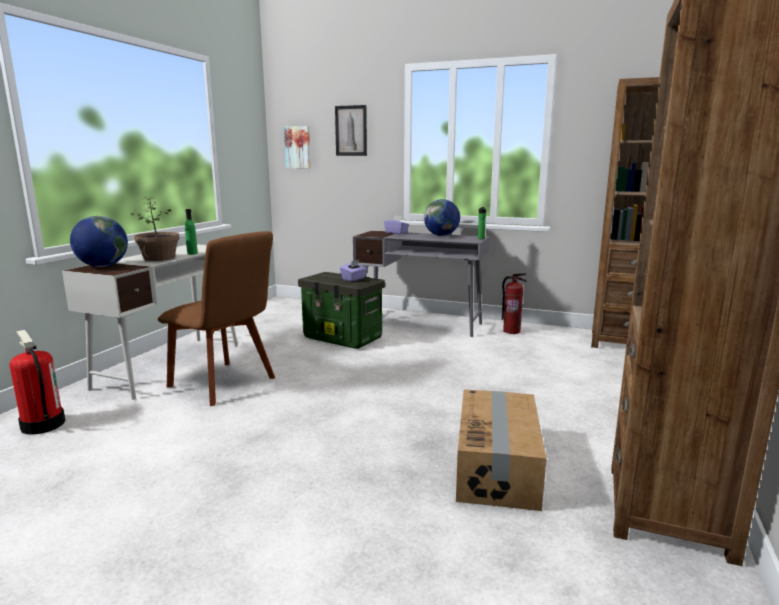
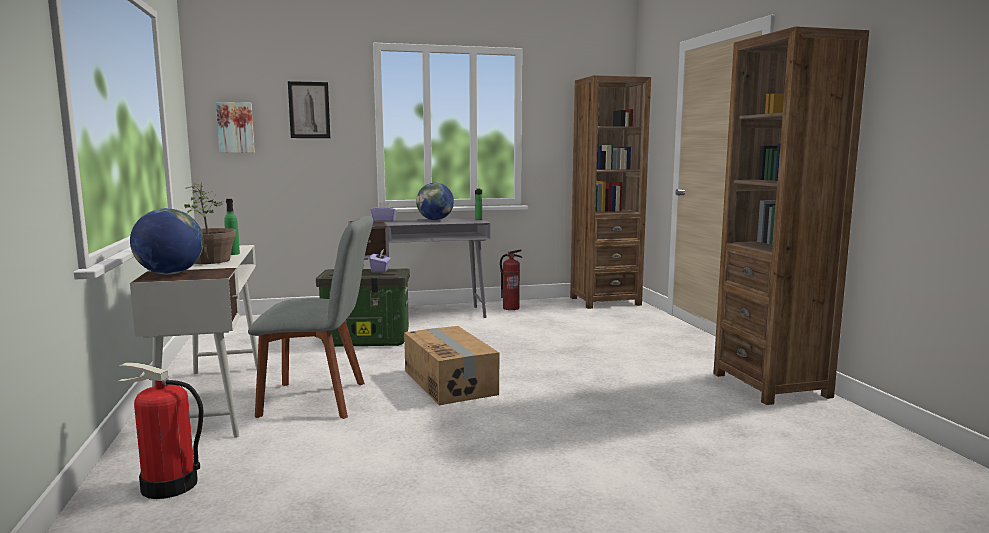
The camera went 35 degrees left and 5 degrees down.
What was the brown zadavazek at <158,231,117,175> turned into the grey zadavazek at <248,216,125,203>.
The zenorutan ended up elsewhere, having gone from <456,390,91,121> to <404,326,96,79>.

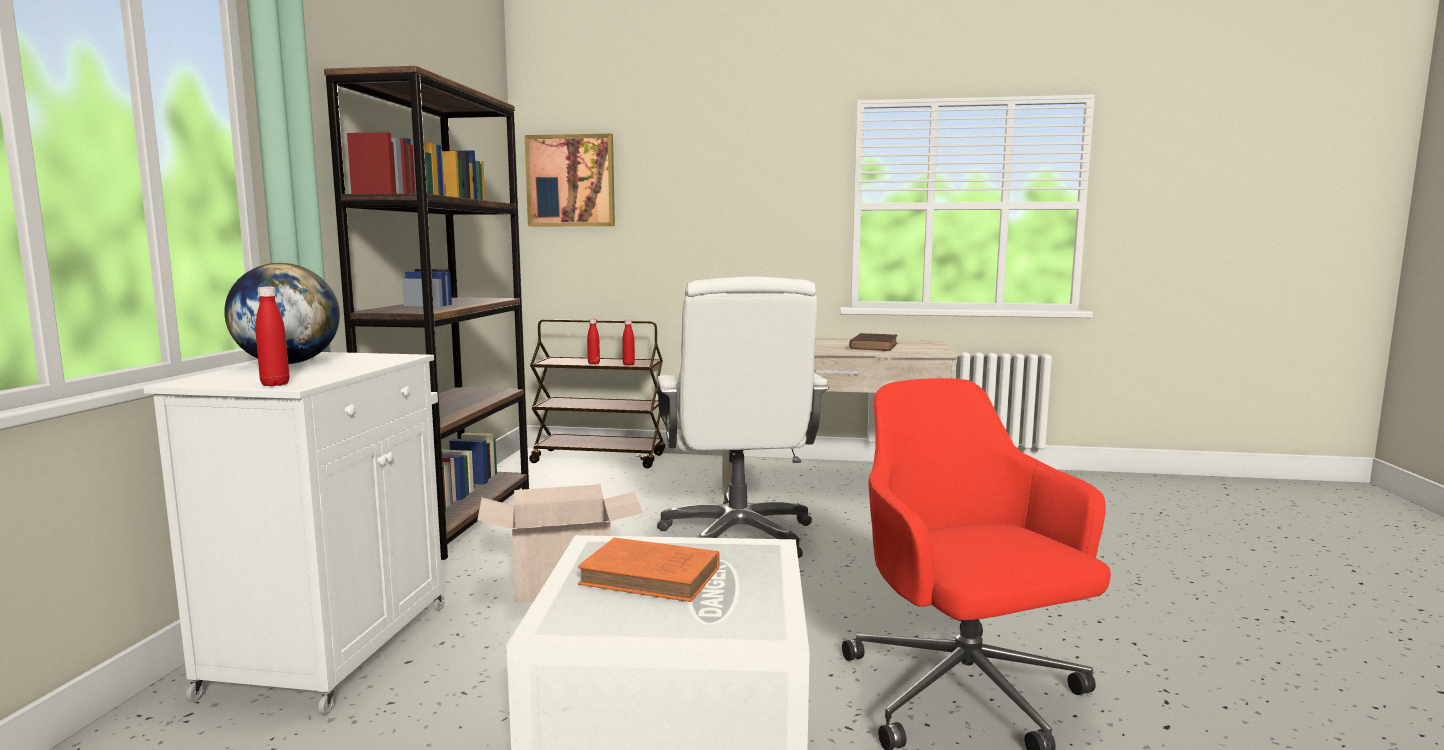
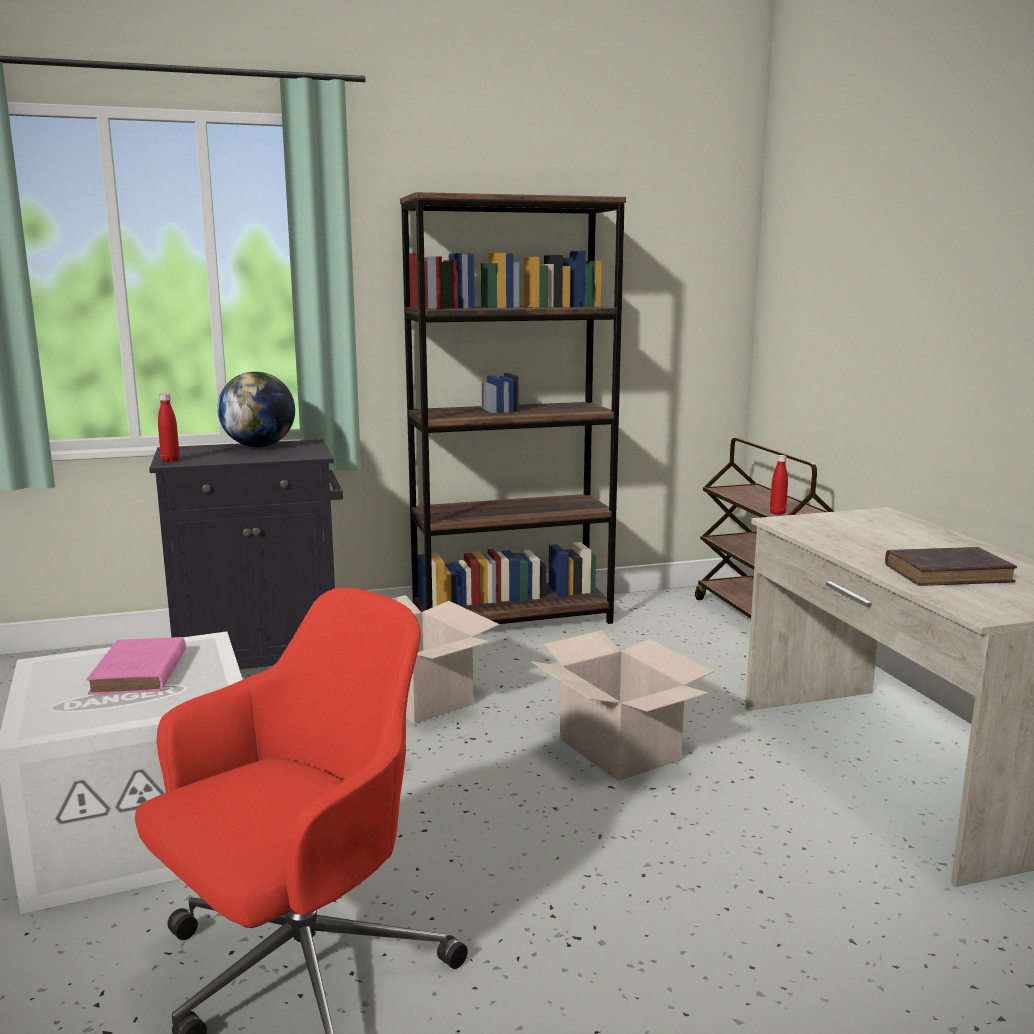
The camera went 65 degrees right and 5 degrees up.
The second view lost the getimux at <525,134,90,92>.
Where the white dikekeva stood at <657,276,172,282>, the zenorutan came to stand at <531,630,183,151>.
The second view lost the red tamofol at <587,319,13,46>.
What was the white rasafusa at <143,352,301,363> turned into the black rasafusa at <149,439,194,231>.
What was the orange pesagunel at <578,537,142,65> turned into the pink pesagunel at <86,637,100,58>.

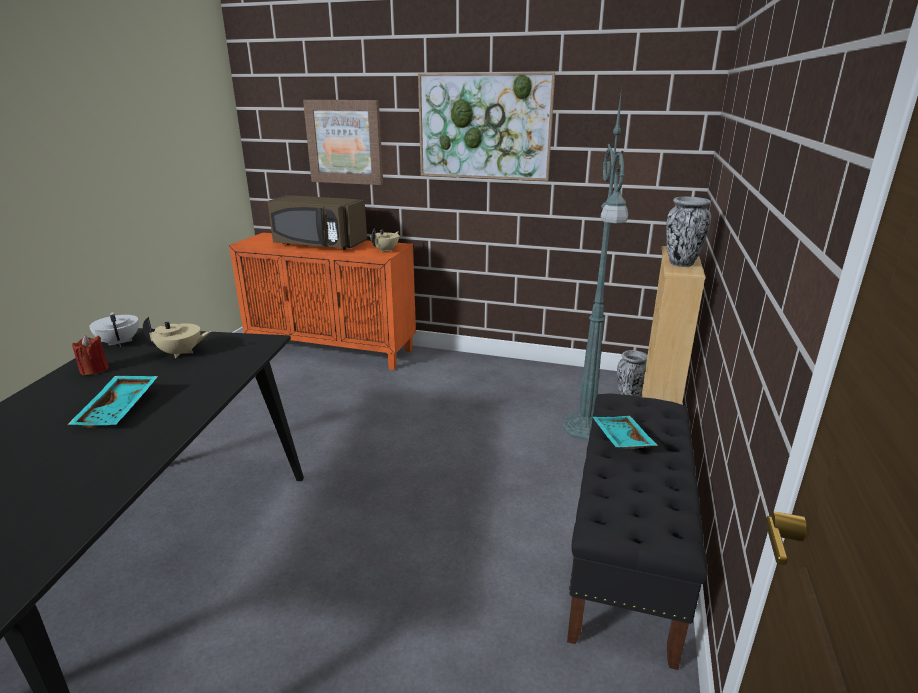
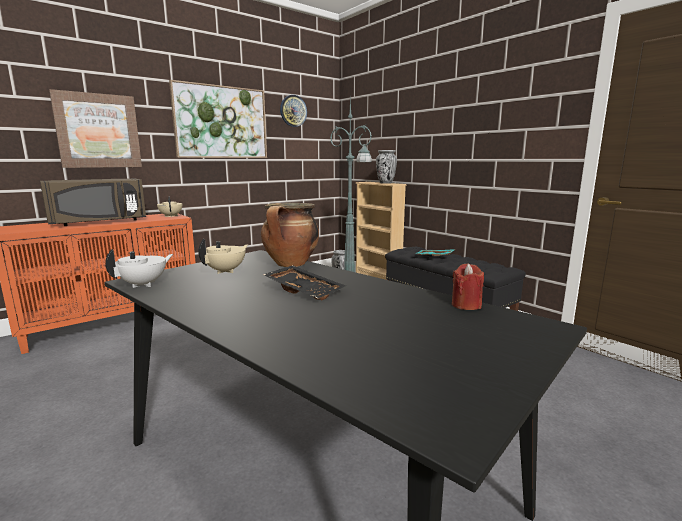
The camera went 55 degrees left and 10 degrees down.
The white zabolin at <89,312,50,35> ended up facing another way, 120 degrees clockwise from before.
The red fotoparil ended up elsewhere, having gone from <72,335,37,40> to <452,263,32,47>.
What was the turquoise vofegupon at <68,376,90,52> turned into the black vofegupon at <263,265,83,35>.
The second view gained the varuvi at <280,95,27,32>.
The second view gained the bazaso at <261,203,58,64>.

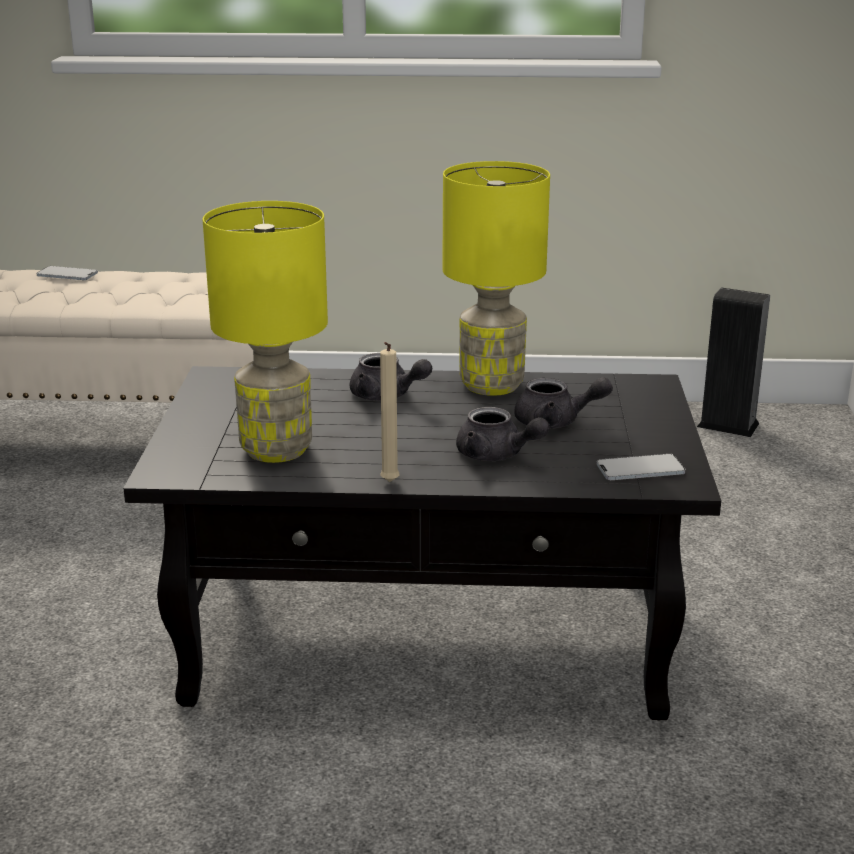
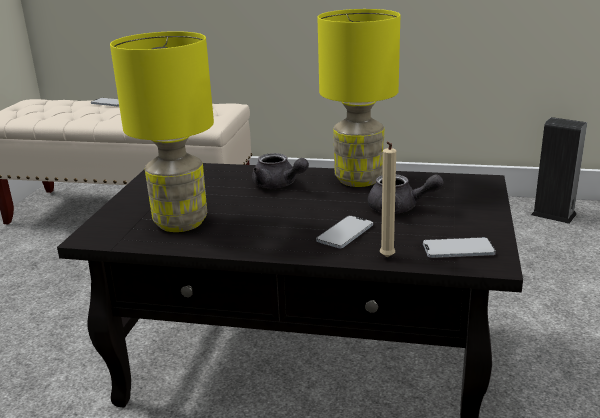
The camera went 10 degrees right and 0 degrees up.
The beige fotoparil ended up elsewhere, having gone from <380,342,19,140> to <380,142,16,115>.
Where the grey zabolin stood at <456,407,94,54>, the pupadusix came to stand at <316,216,57,32>.

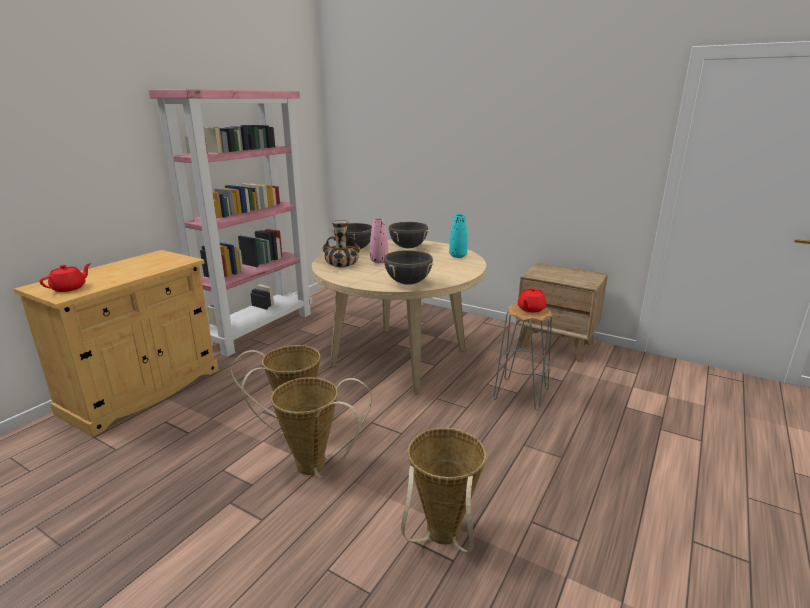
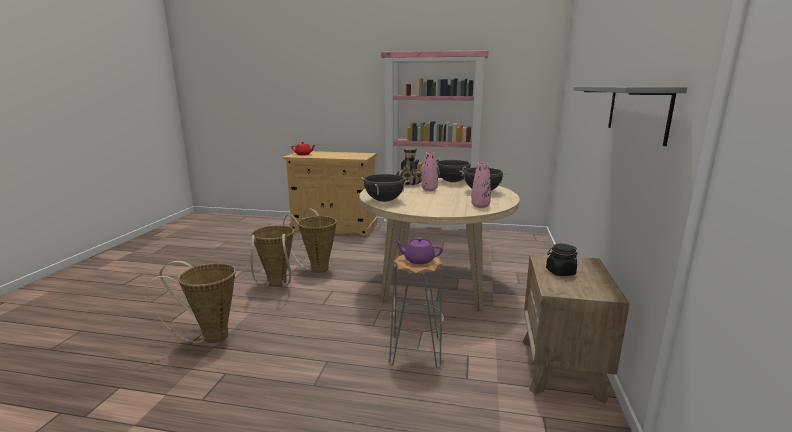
The camera went 70 degrees right and 5 degrees down.
What was the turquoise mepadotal at <449,214,19,44> turned into the pink mepadotal at <471,163,20,45>.
What was the red zabolin at <518,288,28,24> turned into the purple zabolin at <394,237,49,27>.
The second view gained the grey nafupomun at <574,87,113,59>.
The second view gained the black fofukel at <546,244,31,32>.

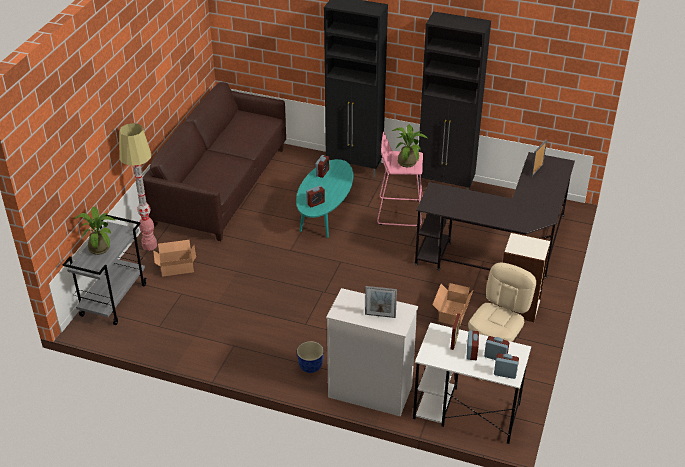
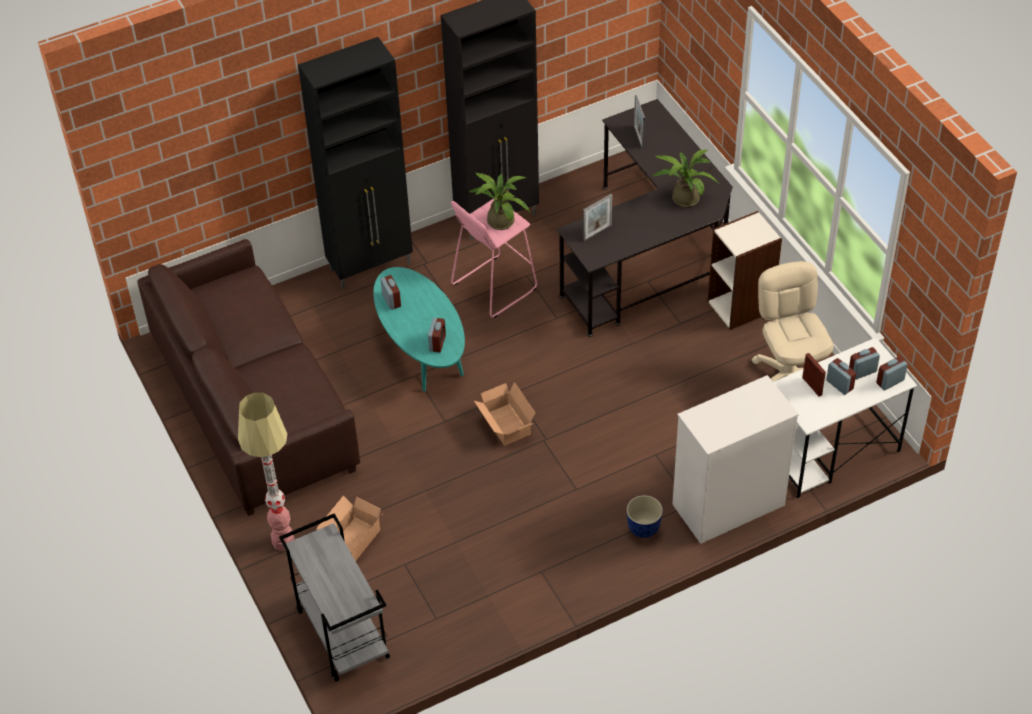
The camera went 45 degrees left and 10 degrees up.
The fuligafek ended up elsewhere, having gone from <75,206,41,49> to <652,150,66,57>.
The zenorutan ended up elsewhere, having gone from <432,283,42,44> to <474,382,61,64>.
The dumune ended up elsewhere, having gone from <365,286,32,32> to <583,194,29,47>.

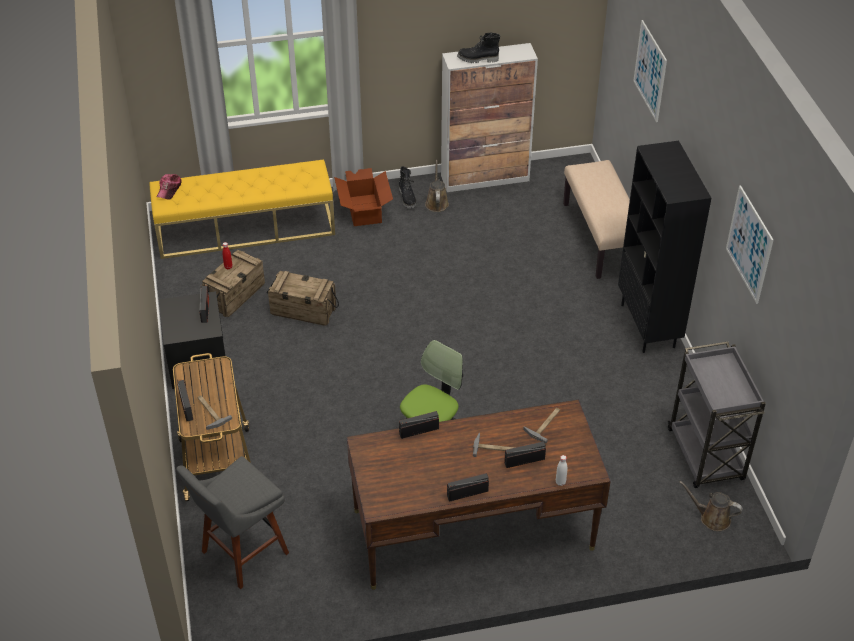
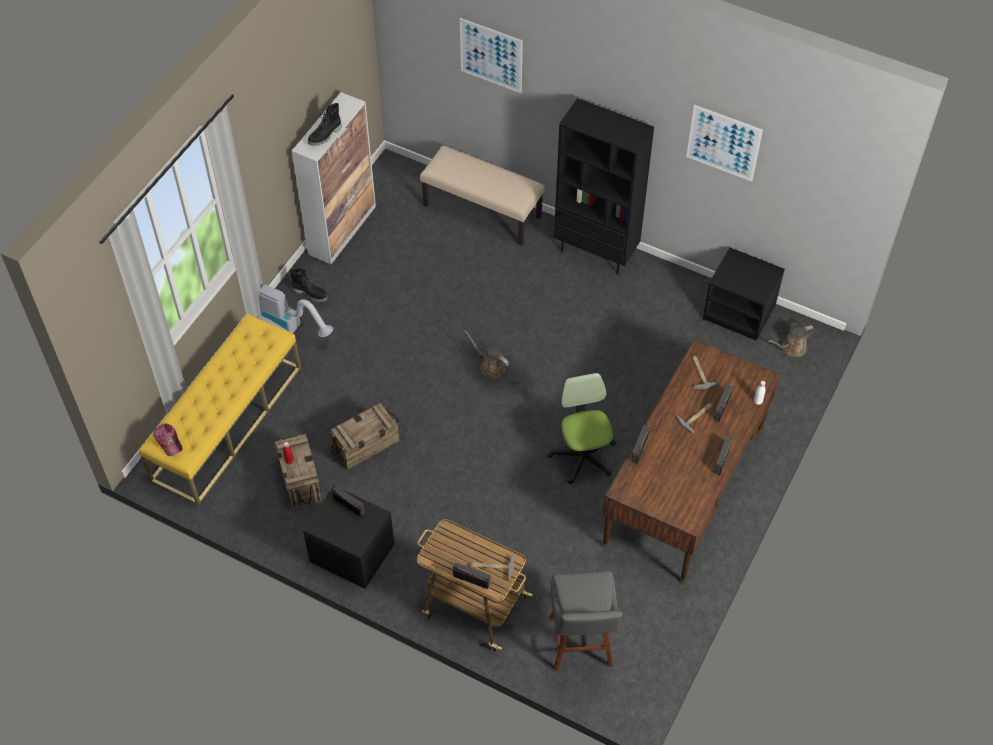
The camera went 50 degrees left and 10 degrees up.
The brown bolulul ended up elsewhere, having gone from <425,160,24,52> to <464,330,45,48>.
Where the zenorutan stood at <334,168,59,58>, the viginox came to stand at <259,284,74,53>.
Where the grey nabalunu stood at <668,342,98,146>, the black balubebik came to stand at <703,247,82,94>.

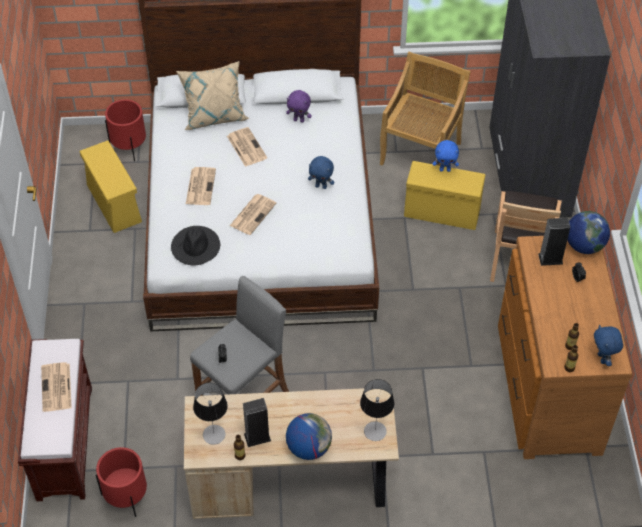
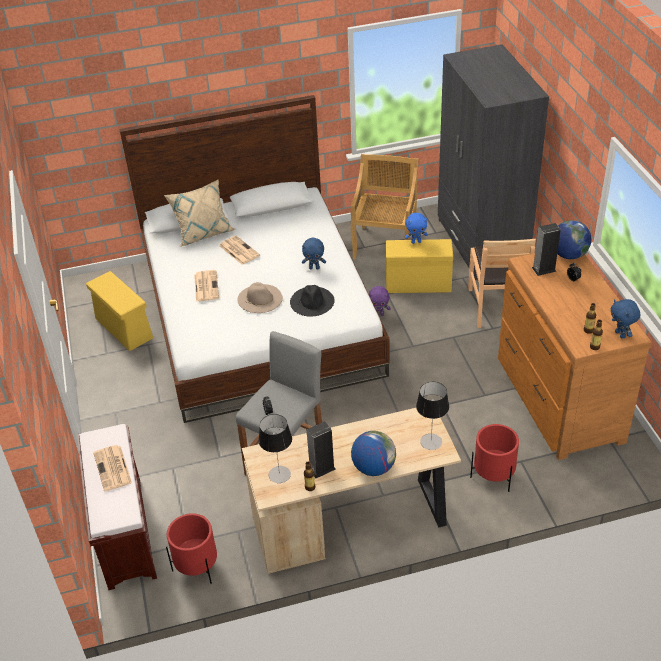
The camera went 10 degrees left and 10 degrees down.
The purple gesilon ended up elsewhere, having gone from <286,90,26,33> to <369,286,22,30>.
The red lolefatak ended up elsewhere, having gone from <105,99,41,62> to <470,424,49,68>.
Where the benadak stood at <230,194,46,41>, the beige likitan came to stand at <237,282,46,31>.
The black likitan ended up elsewhere, having gone from <171,226,49,39> to <290,285,45,32>.

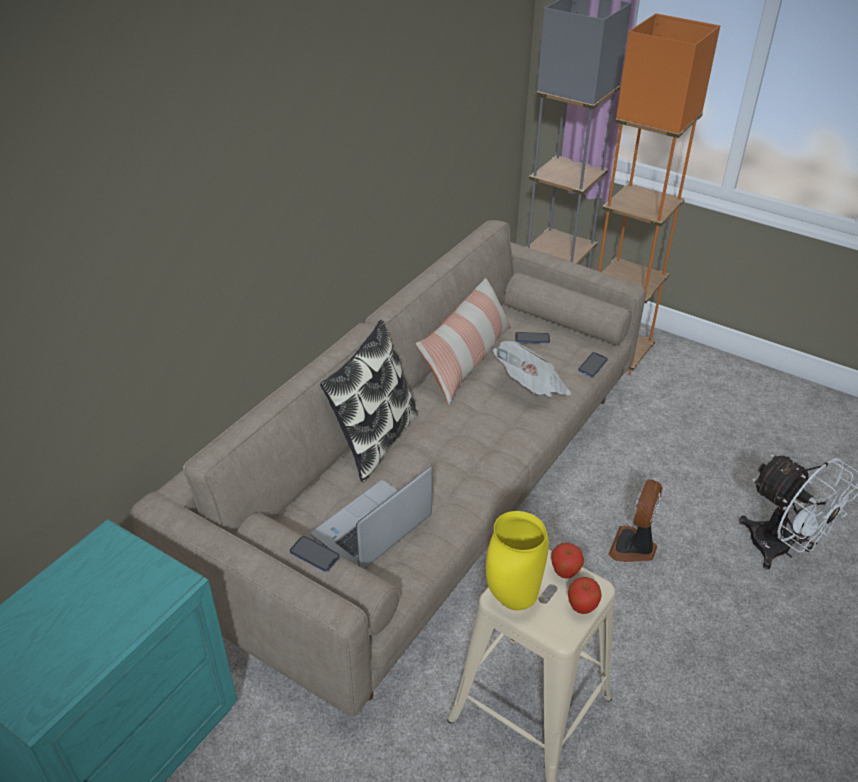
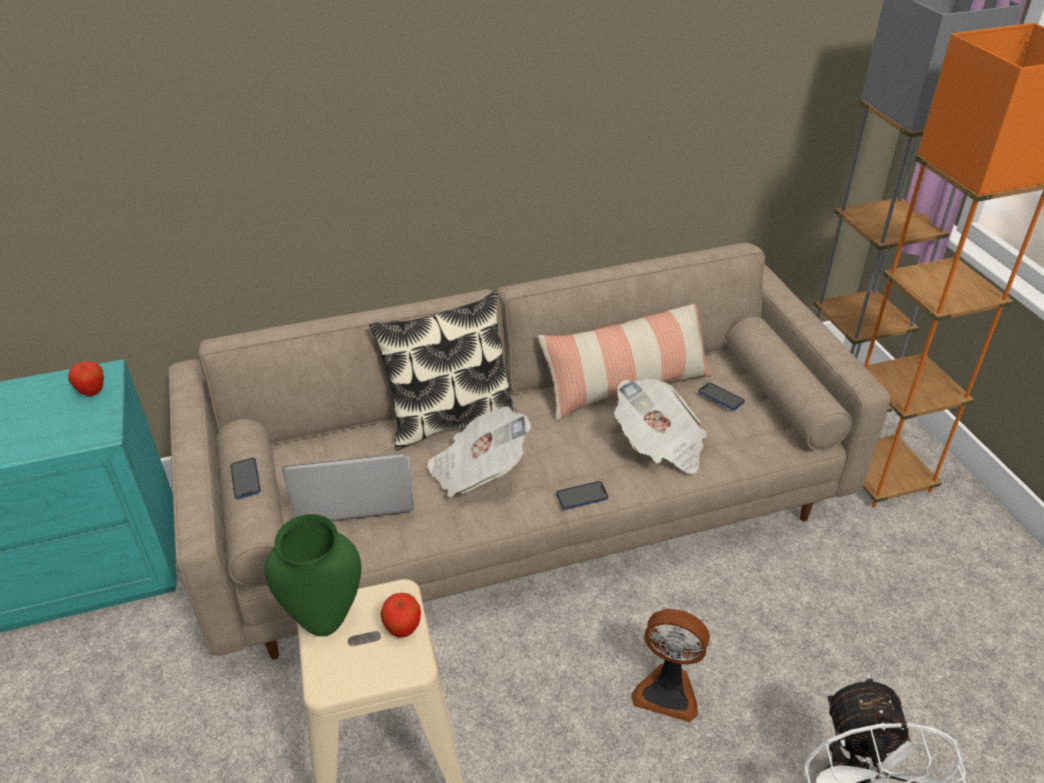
The camera went 40 degrees right and 0 degrees up.
The pupadusix ended up elsewhere, having gone from <578,352,30,25> to <556,481,52,29>.
The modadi at <608,479,55,83> ended up facing another way, 135 degrees counterclockwise from before.
What was the yellow mepadotal at <486,511,63,99> turned into the green mepadotal at <264,514,97,122>.
The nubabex ended up elsewhere, having gone from <568,577,34,37> to <68,361,36,35>.
The second view gained the benadak at <427,407,104,91>.

